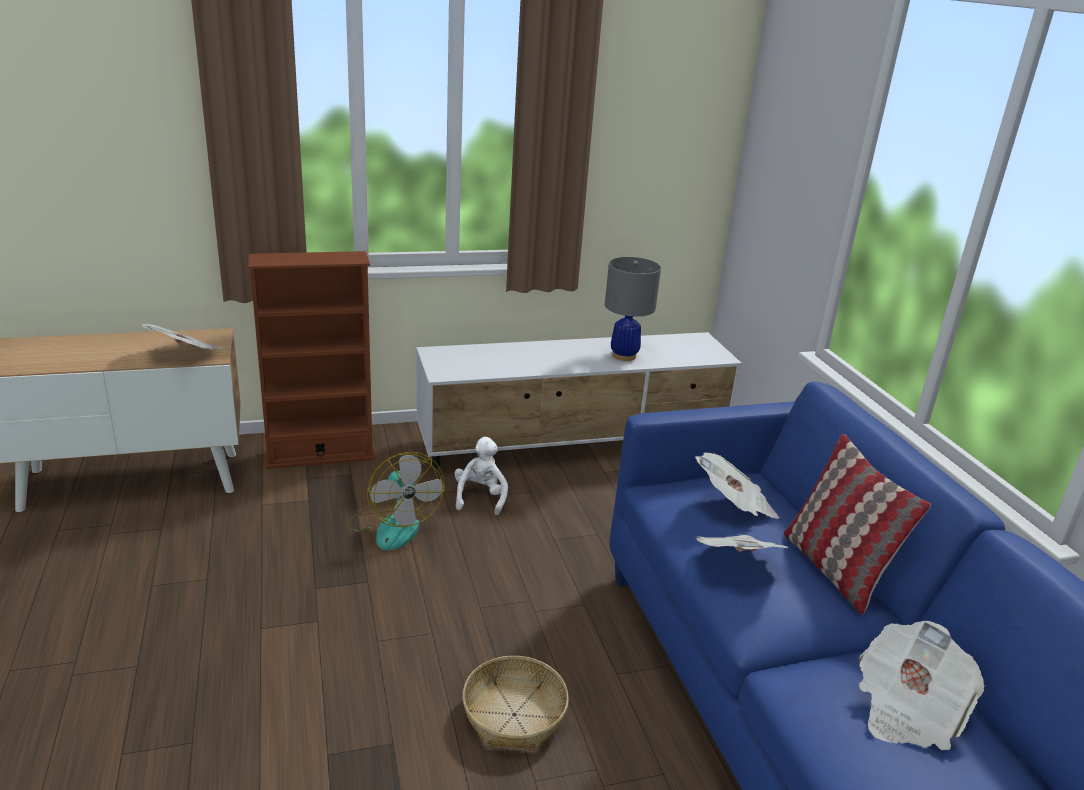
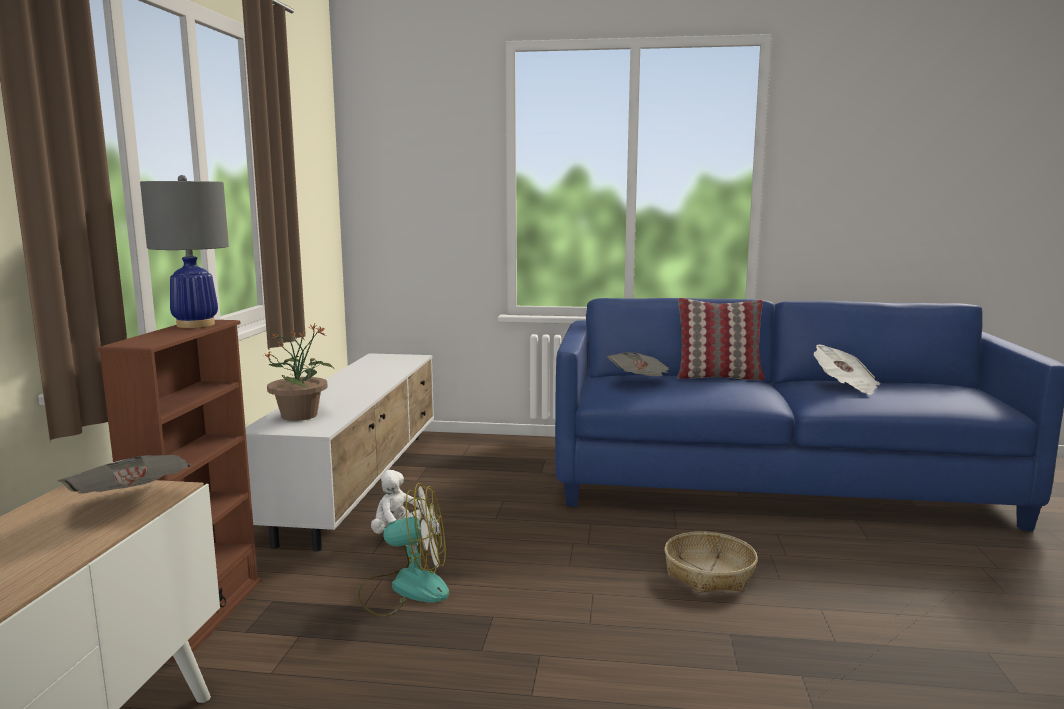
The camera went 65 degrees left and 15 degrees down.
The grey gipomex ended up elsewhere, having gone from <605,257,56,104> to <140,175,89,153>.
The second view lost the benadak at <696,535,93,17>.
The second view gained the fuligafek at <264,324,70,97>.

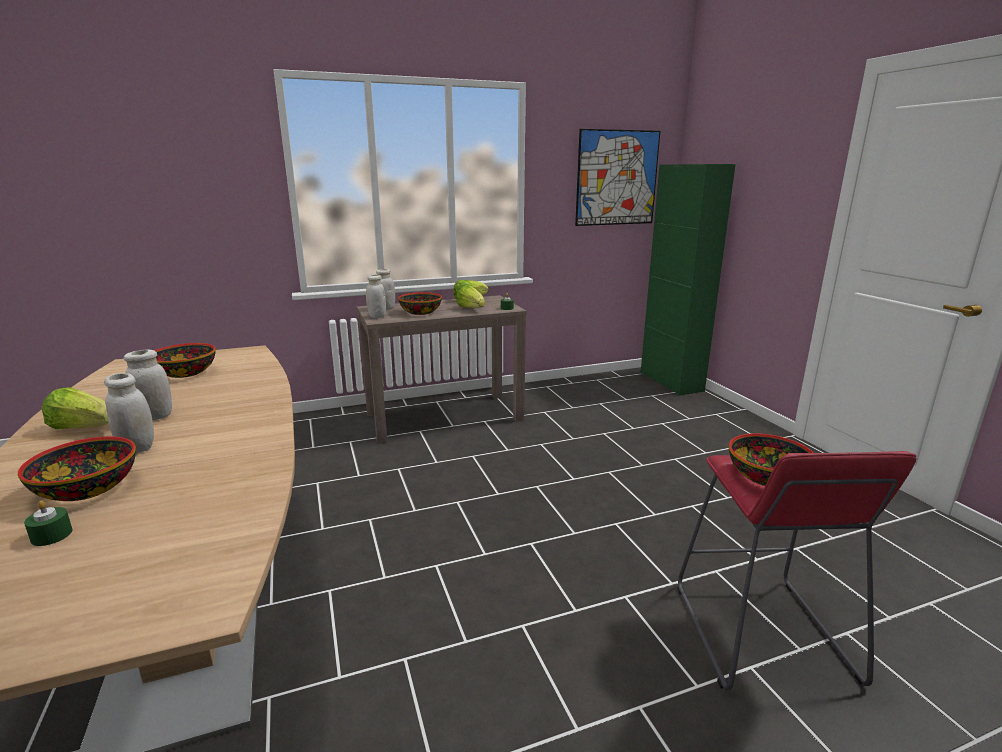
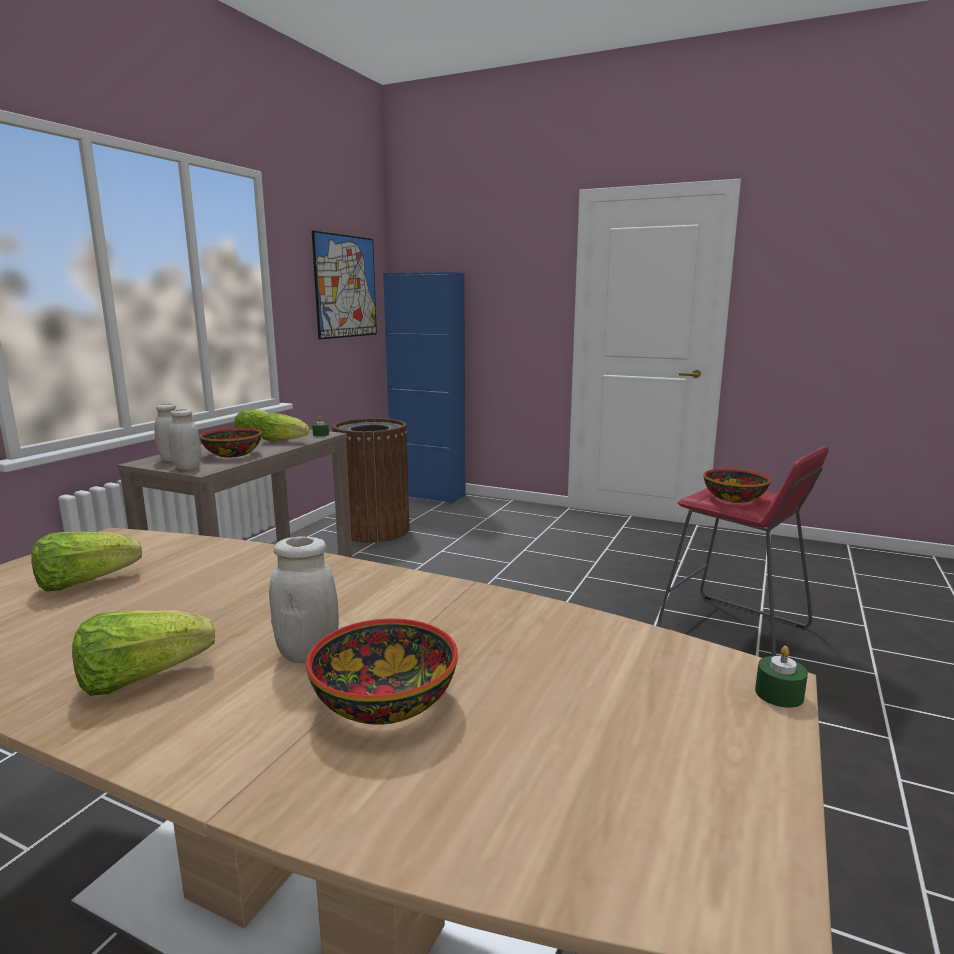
The camera went 45 degrees left and 5 degrees down.
What was the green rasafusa at <641,164,95,232> turned into the blue rasafusa at <383,272,82,232>.
Where the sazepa stood at <154,343,62,35>, the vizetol came to stand at <31,532,111,60>.
The second view lost the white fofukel at <124,350,48,70>.
The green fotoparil ended up elsewhere, having gone from <24,500,48,46> to <755,646,53,62>.
The second view gained the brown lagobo at <332,418,77,125>.

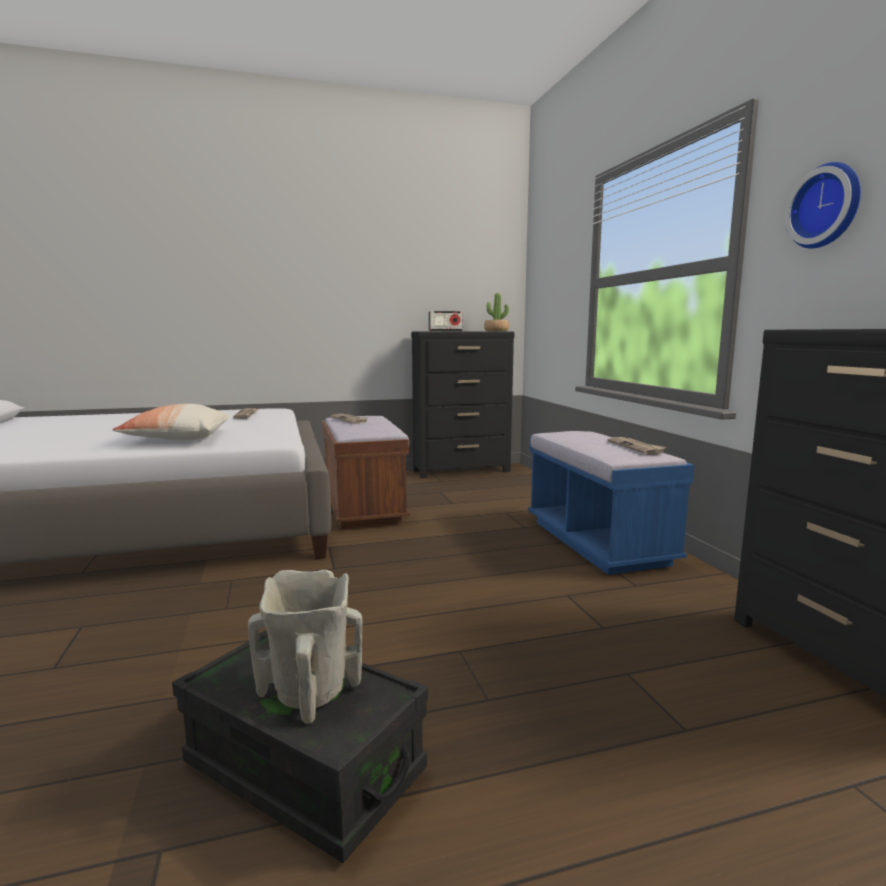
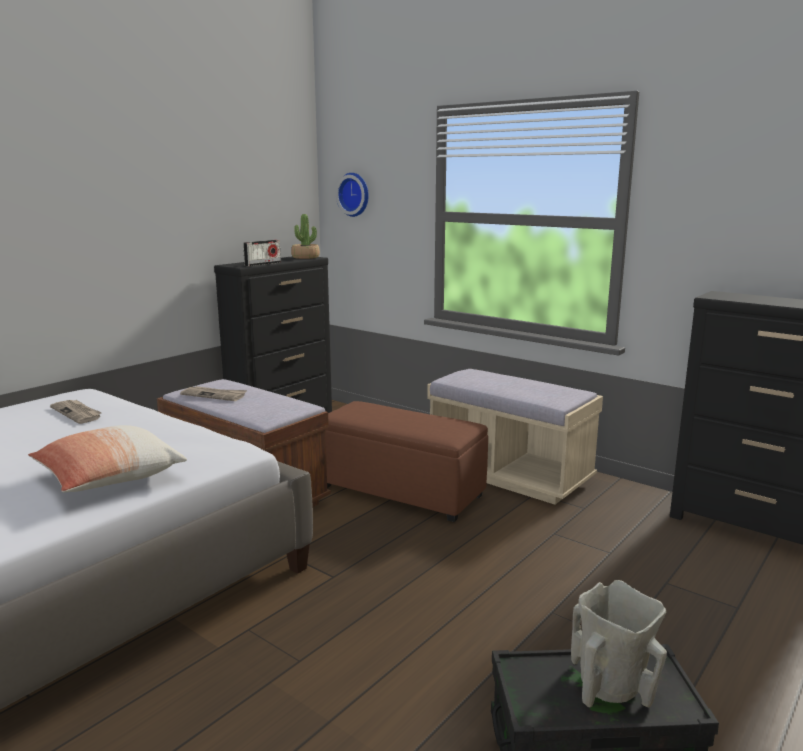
The camera went 35 degrees left and 5 degrees up.
The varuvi ended up elsewhere, having gone from <785,162,76,87> to <336,173,33,44>.
What was the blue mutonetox at <528,431,166,144> turned into the beige mutonetox at <427,369,176,136>.
The second view lost the benadak at <607,437,59,18>.
The second view gained the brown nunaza at <325,401,163,121>.

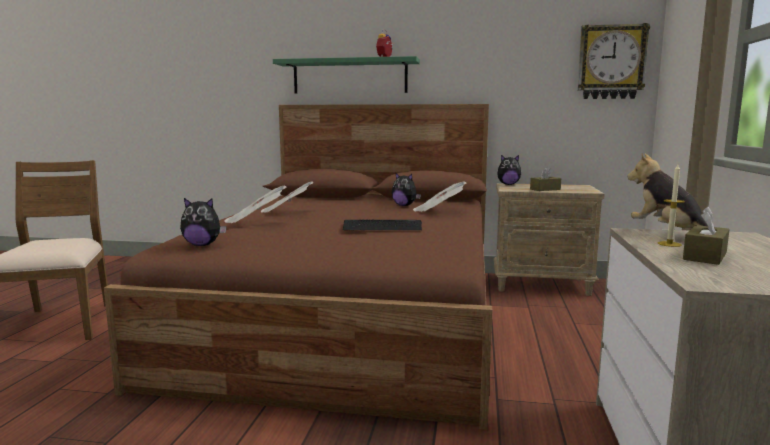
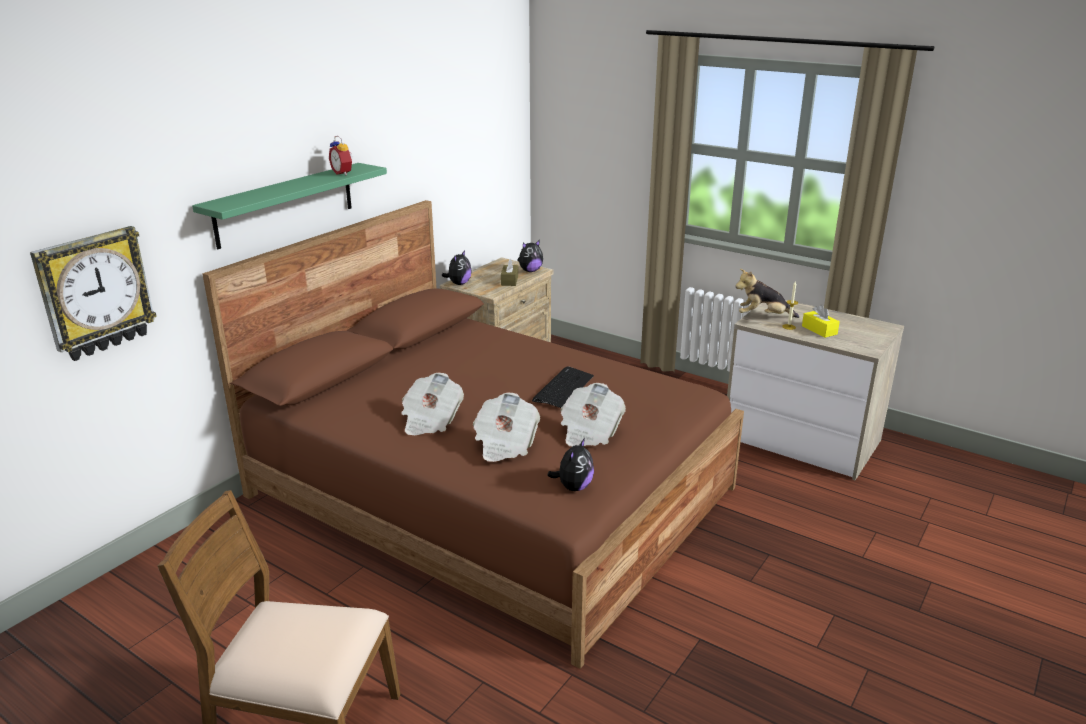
The camera went 65 degrees left and 15 degrees up.
The varuvi ended up elsewhere, having gone from <577,23,73,76> to <30,226,127,135>.
The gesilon ended up elsewhere, having gone from <392,173,29,33> to <517,240,26,32>.
The benadak ended up elsewhere, having gone from <413,182,54,30> to <560,383,66,64>.
What was the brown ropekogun at <683,207,47,58> turned into the yellow ropekogun at <802,304,38,34>.

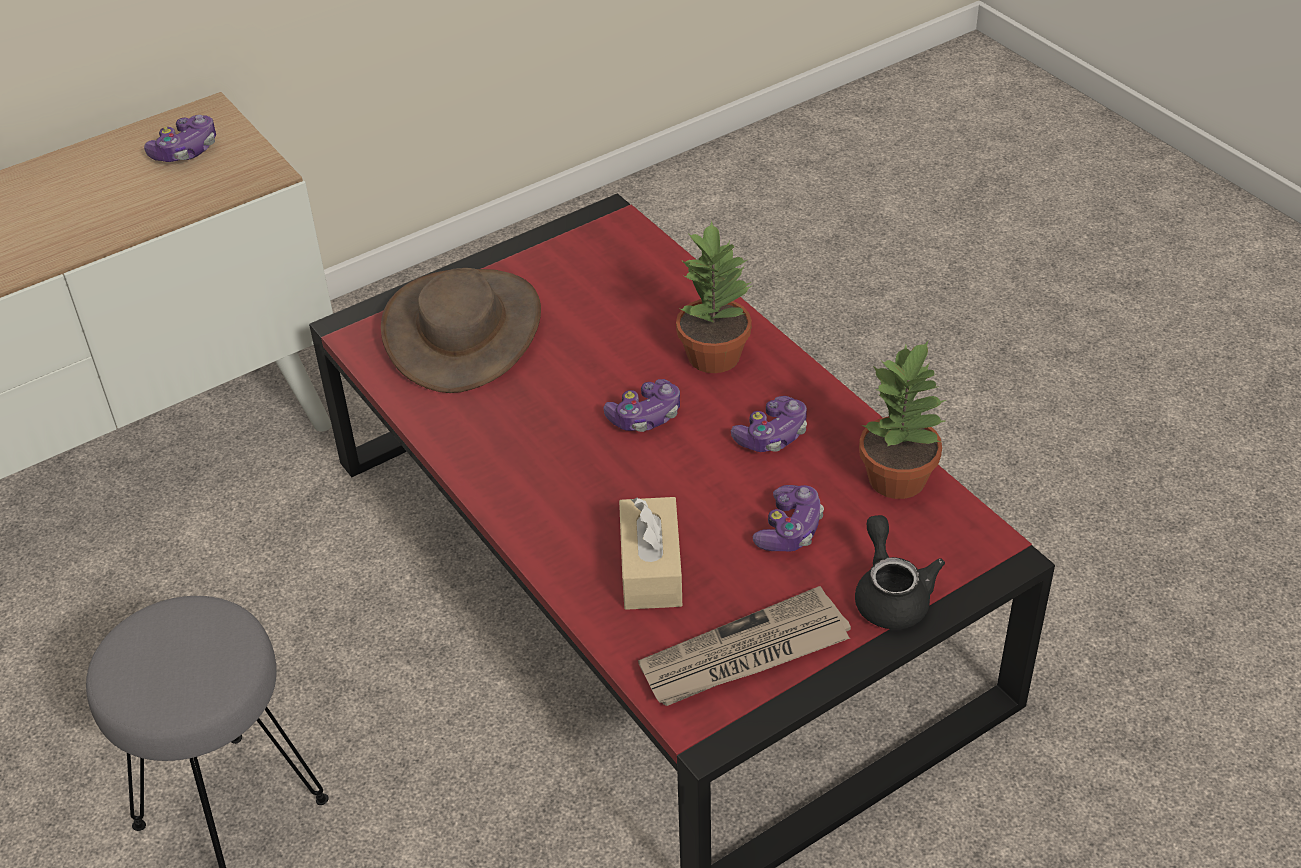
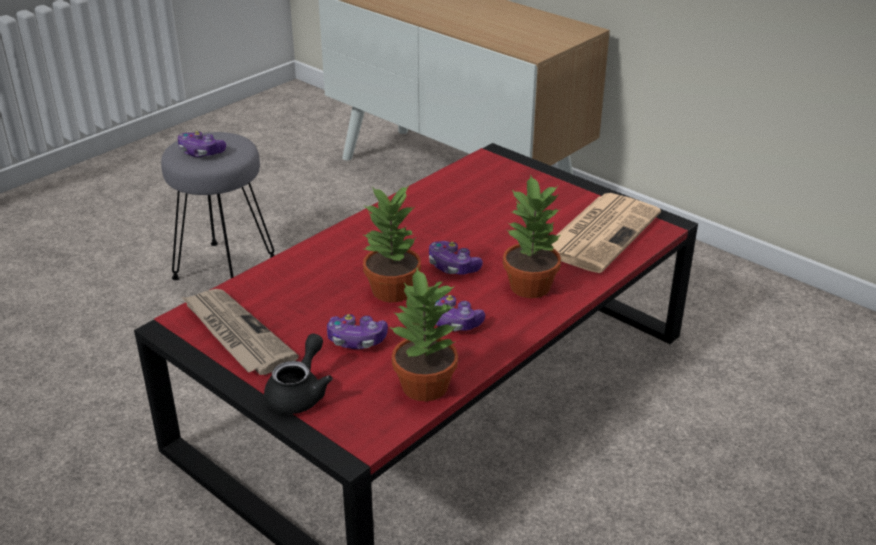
The camera went 75 degrees right and 10 degrees down.
The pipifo ended up elsewhere, having gone from <144,115,72,47> to <178,131,48,26>.
The second view lost the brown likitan at <381,268,160,125>.
The second view lost the beige ropekogun at <619,497,63,113>.
The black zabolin at <855,515,90,114> ended up facing another way, 45 degrees counterclockwise from before.
The second view gained the fuligafek at <362,186,59,116>.
The second view gained the benadak at <551,193,110,80>.

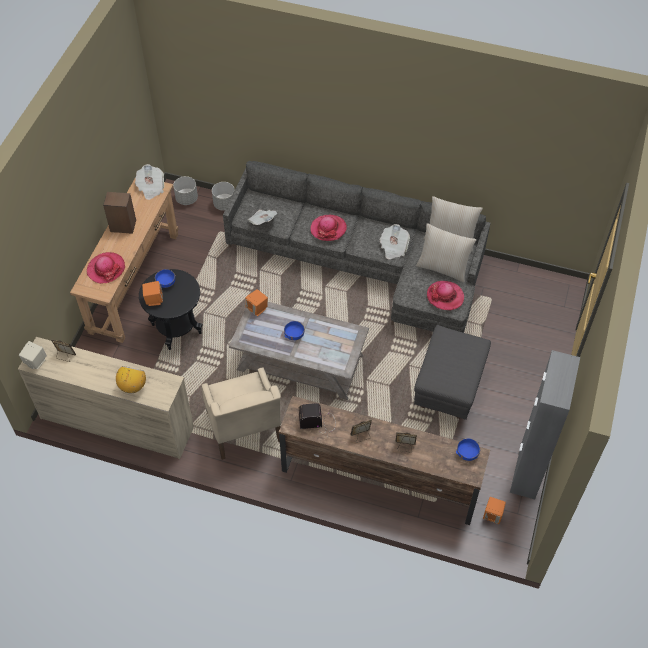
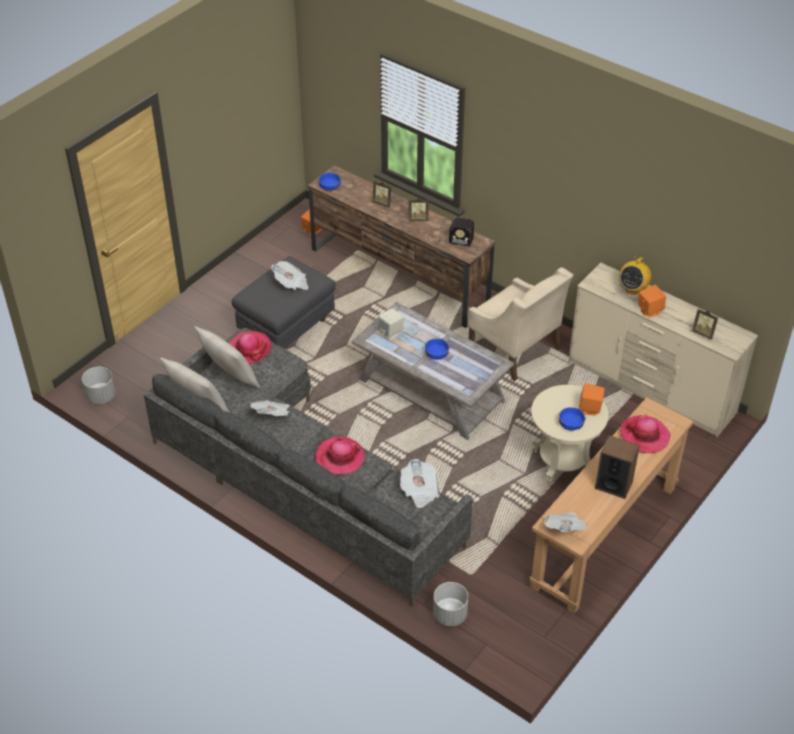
The camera went 160 degrees left and 10 degrees down.
The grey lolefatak ended up elsewhere, having gone from <173,176,25,29> to <82,367,33,37>.
What was the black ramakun at <139,269,64,81> turned into the beige ramakun at <531,385,78,100>.
The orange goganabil ended up elsewhere, having gone from <245,289,23,27> to <638,285,28,32>.
The beige goganabil ended up elsewhere, having gone from <19,341,28,28> to <377,308,27,32>.
The second view lost the grey rasafusa at <510,350,70,149>.
The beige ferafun at <201,368,80,92> ended up facing another way, 135 degrees clockwise from before.
The second view gained the benadak at <271,261,37,29>.

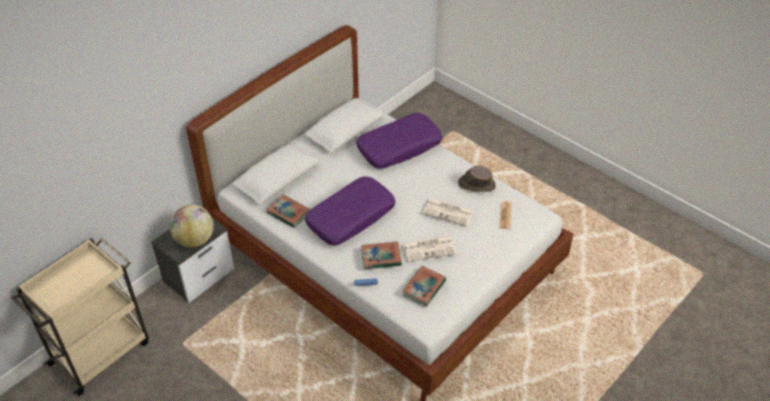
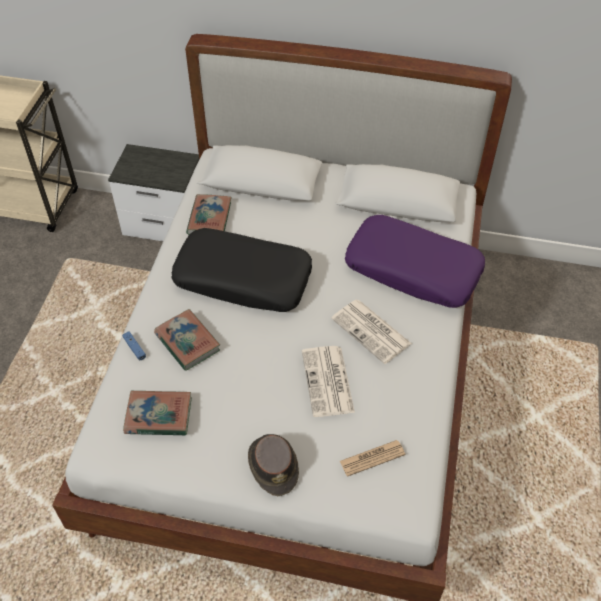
The camera went 60 degrees right and 5 degrees up.
The brown likitan ended up elsewhere, having gone from <458,166,38,26> to <248,434,51,62>.
What was the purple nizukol at <305,176,91,69> turned into the black nizukol at <171,228,141,84>.
The second view lost the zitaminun at <170,205,44,43>.
The benadak ended up elsewhere, having gone from <402,236,55,26> to <331,299,81,65>.

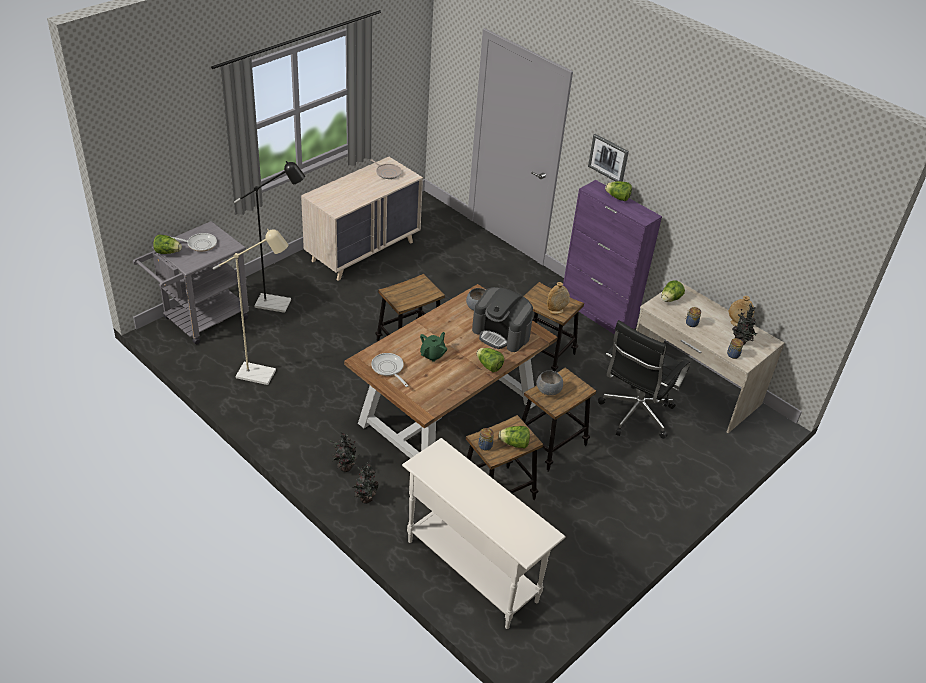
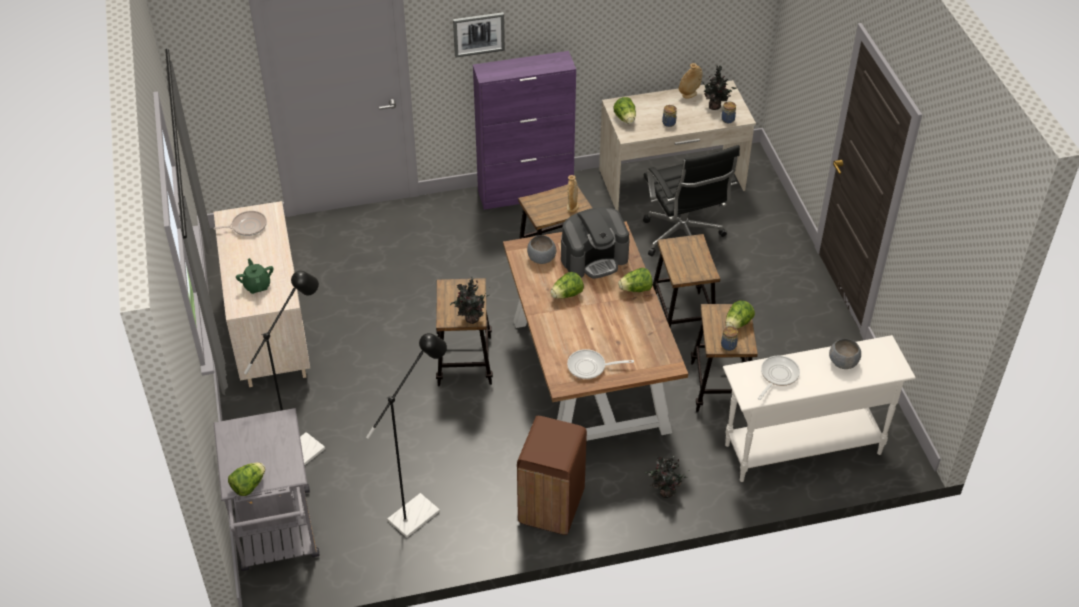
The camera went 55 degrees left and 5 degrees up.
The vizetol ended up elsewhere, having gone from <605,181,27,20> to <550,272,34,26>.
What was the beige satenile at <213,229,75,156> turned into the black satenile at <366,333,81,205>.
The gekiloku ended up elsewhere, having gone from <172,233,45,19> to <758,356,42,44>.
The green zabolin ended up elsewhere, having gone from <420,332,27,30> to <236,258,38,36>.
The grey sazepa ended up elsewhere, having gone from <537,370,26,25> to <829,339,32,30>.
The fuligafek ended up elsewhere, having gone from <330,432,26,40> to <450,277,39,47>.
The second view gained the brown lagobo at <517,416,70,119>.

